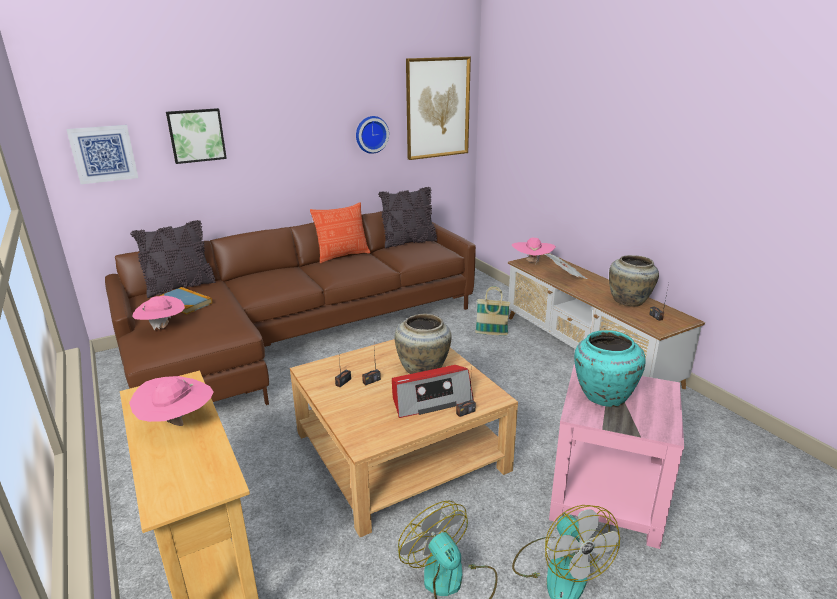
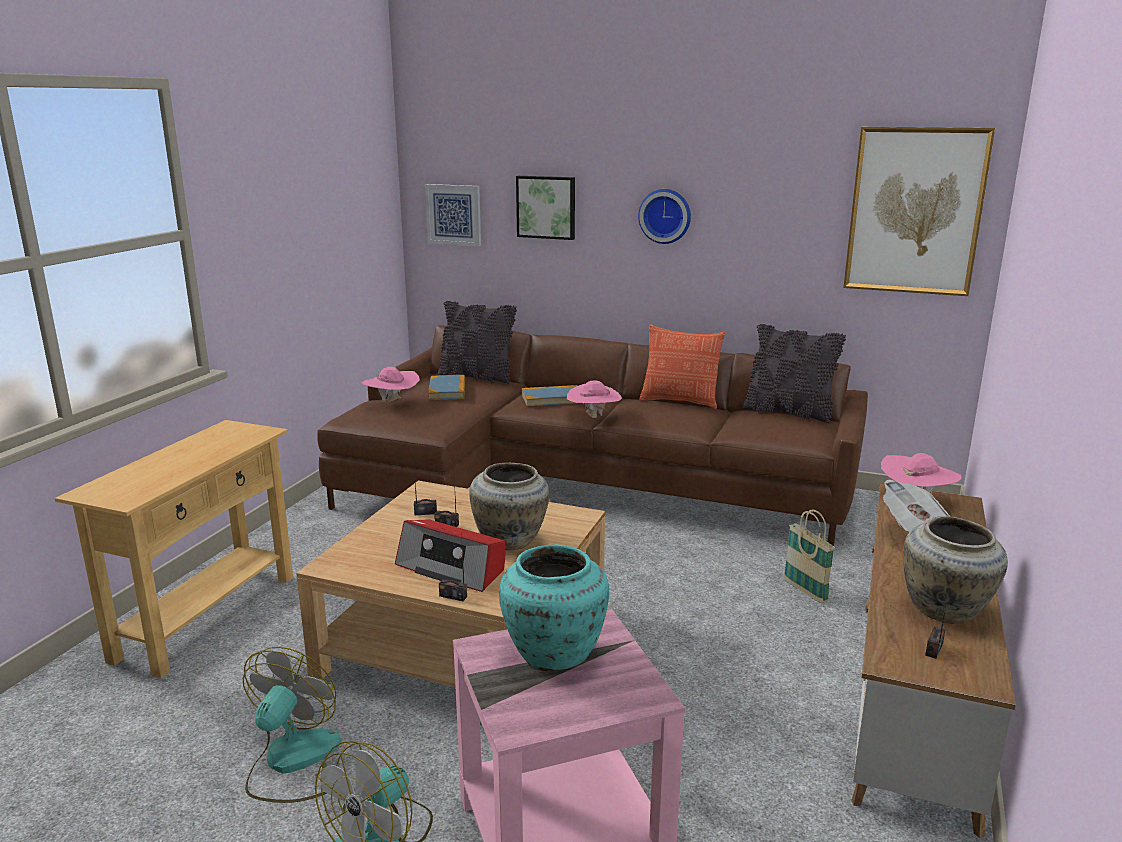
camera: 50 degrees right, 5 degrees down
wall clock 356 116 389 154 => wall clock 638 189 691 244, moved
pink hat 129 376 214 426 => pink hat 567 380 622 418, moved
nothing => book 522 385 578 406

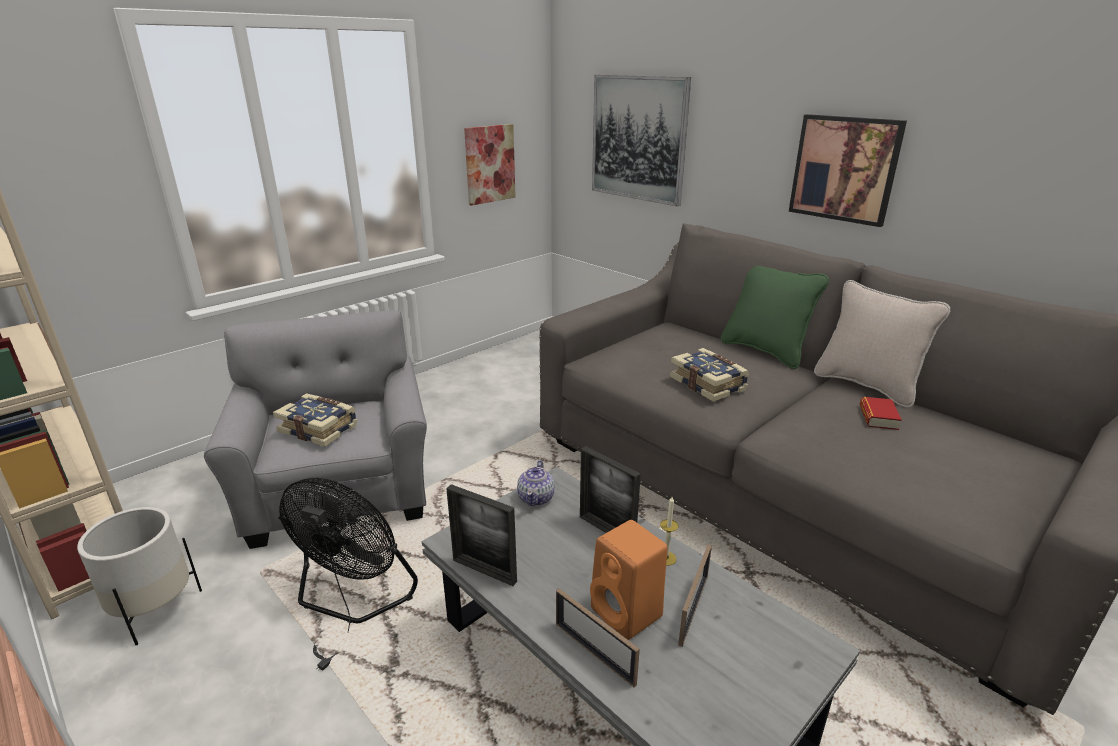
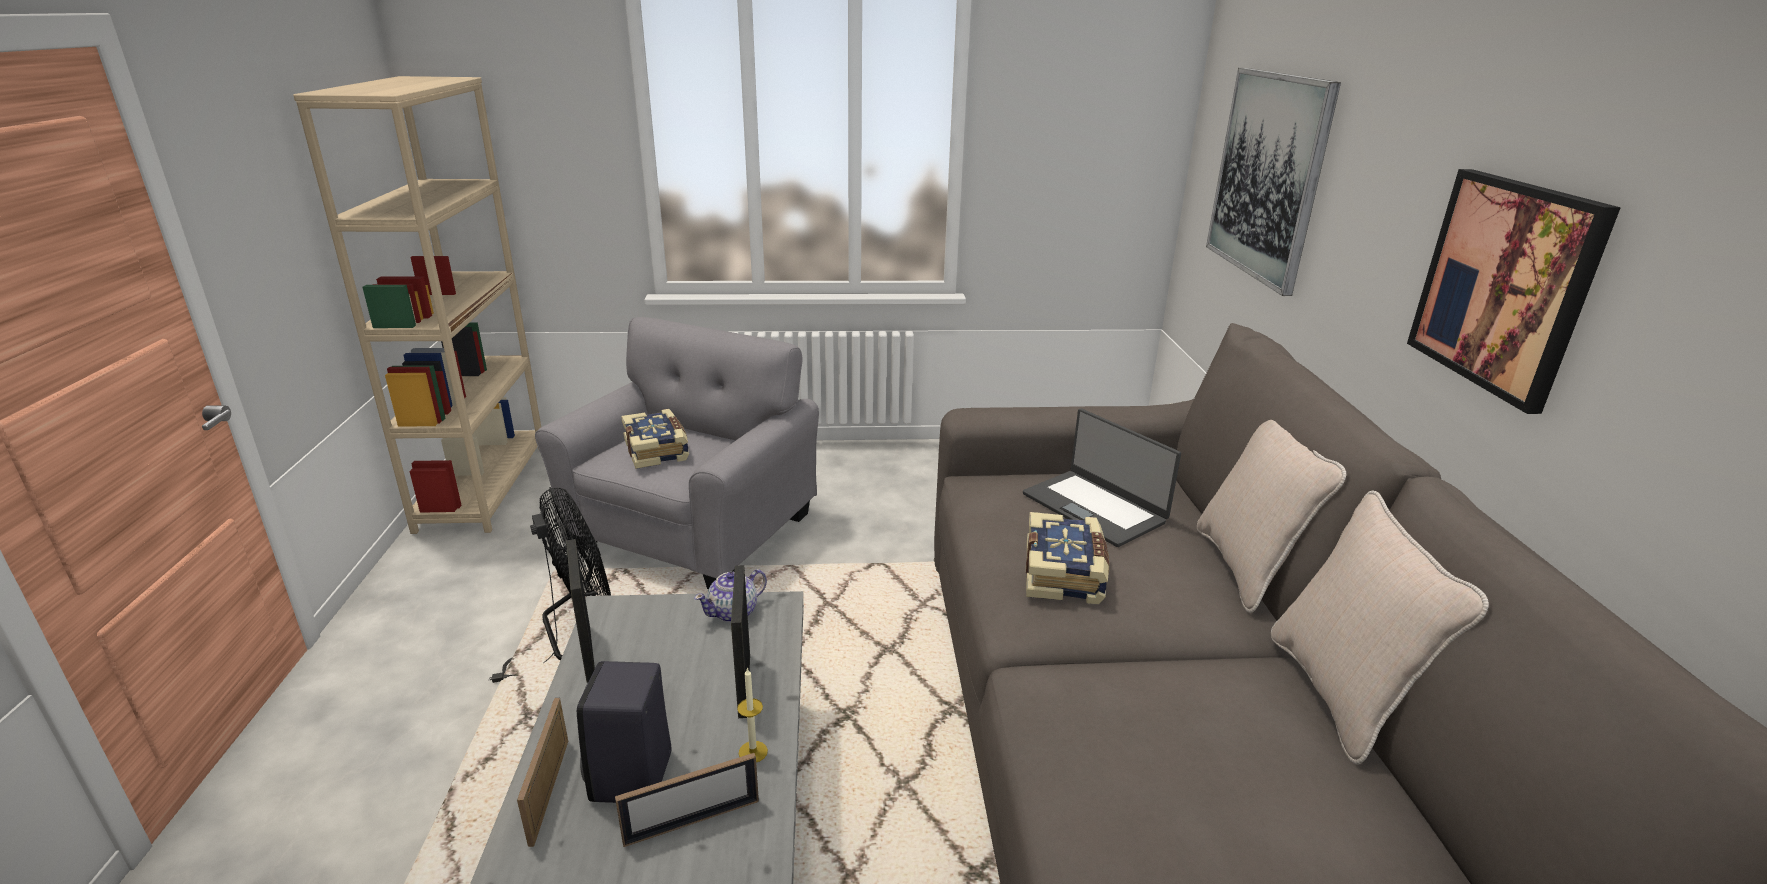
camera: 40 degrees right, 0 degrees up
picture 464 124 516 206 => nothing
green pillow 721 266 829 369 => beige pillow 1197 420 1346 613
book 860 397 902 430 => nothing
white planter 77 507 202 645 => nothing
orange speaker 590 520 668 640 => black speaker 577 661 672 803
nothing => laptop 1023 408 1181 547

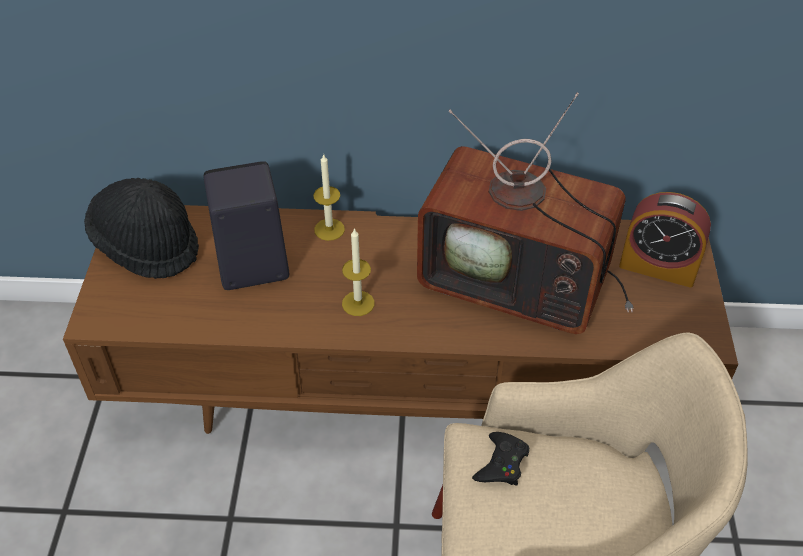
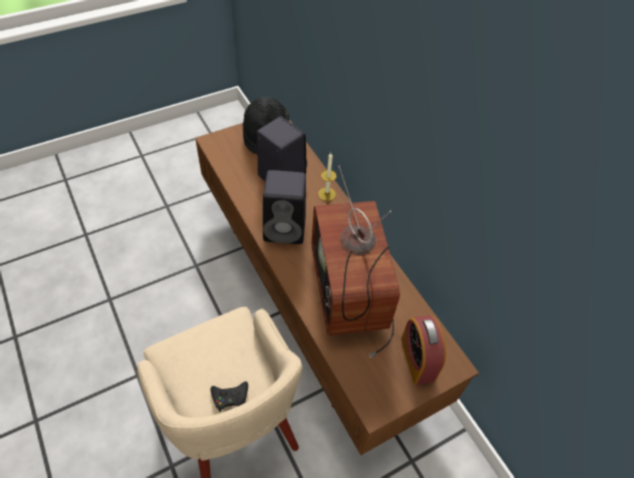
camera: 55 degrees right, 5 degrees up
candle 342 228 375 316 => black speaker 263 170 306 244
black game controller 472 432 529 486 => black game controller 210 381 248 412, moved

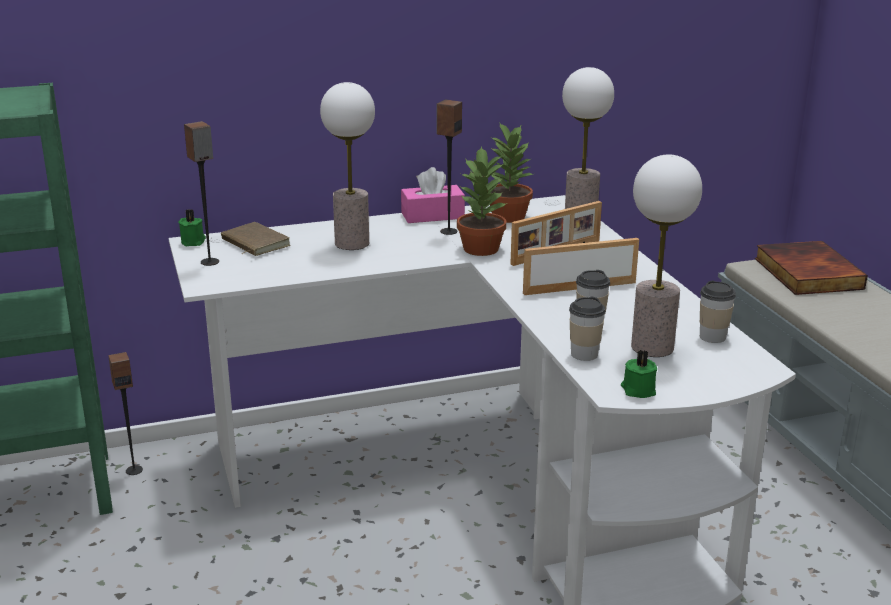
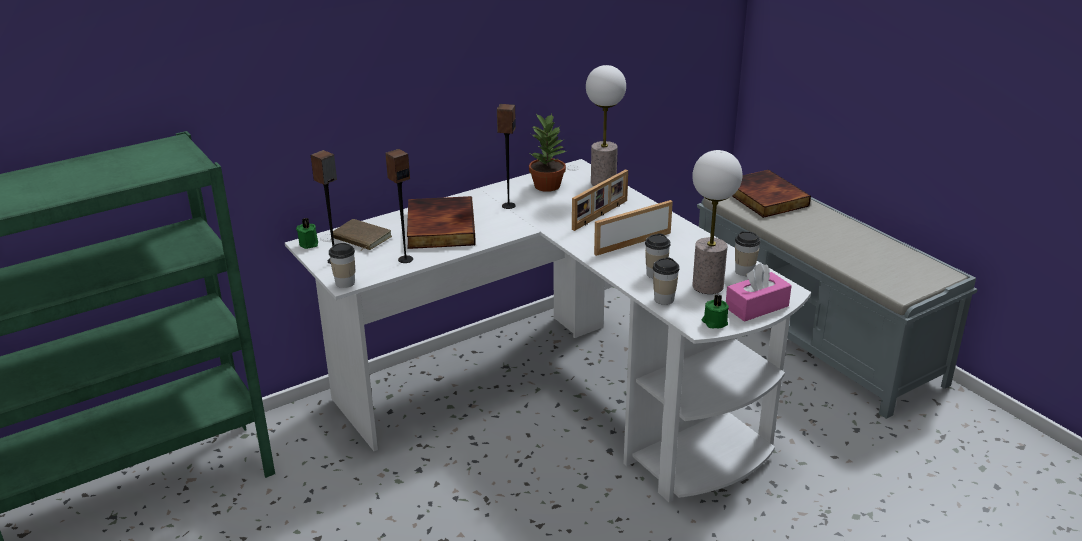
camera: 15 degrees left, 5 degrees up
table lamp 320 82 375 250 => book 407 196 476 249
potted plant 457 146 507 256 => nothing
pink tissue box 401 167 465 223 => pink tissue box 726 263 792 322, moved
speaker 108 352 143 475 => speaker 385 149 413 263, moved
nothing => cup 329 243 355 288

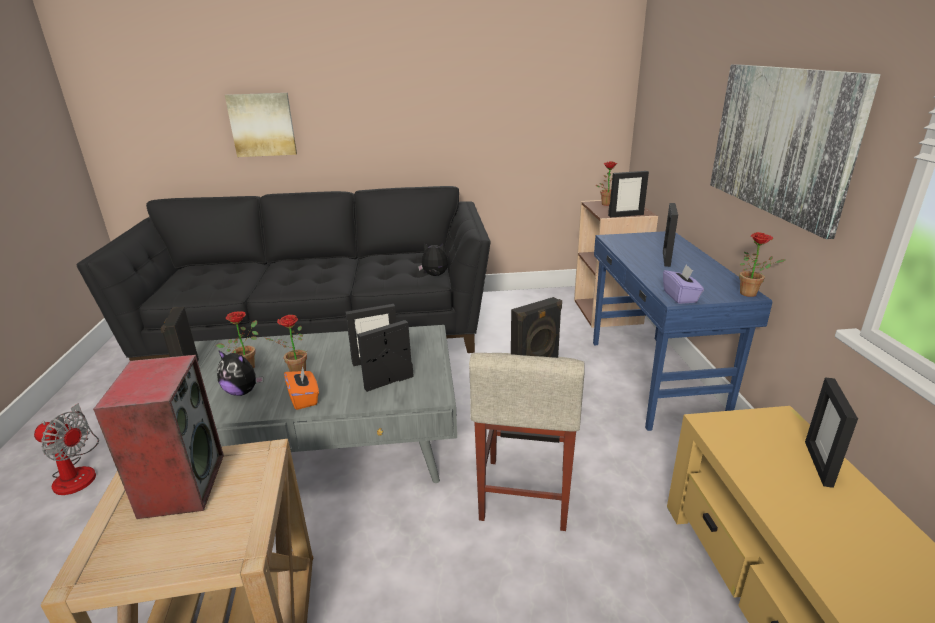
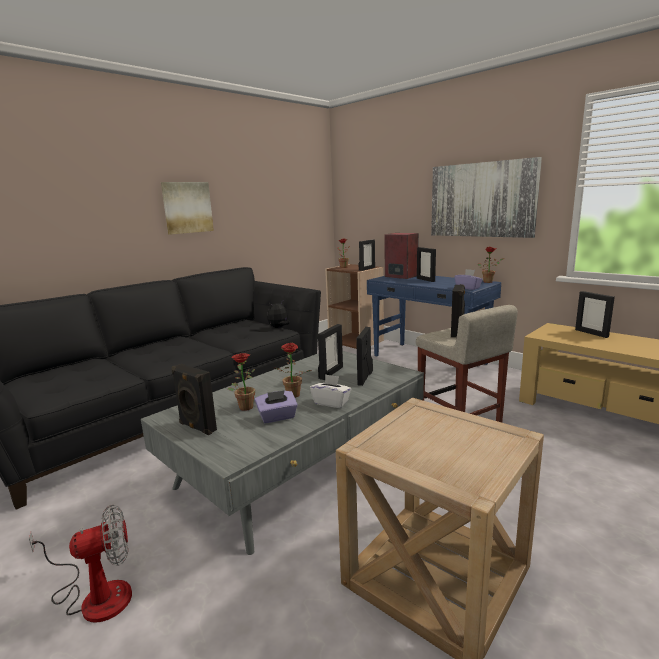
camera: 40 degrees left, 10 degrees down
picture 225 93 297 157 => picture 161 182 214 235, moved
plush toy 217 350 263 396 => purple tissue box 255 390 298 423
speaker 93 355 224 519 => speaker 384 233 419 279, moved
orange tissue box 284 366 319 410 => white tissue box 310 374 351 408

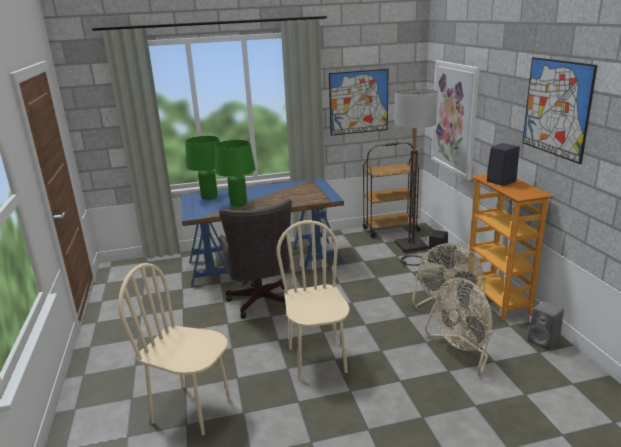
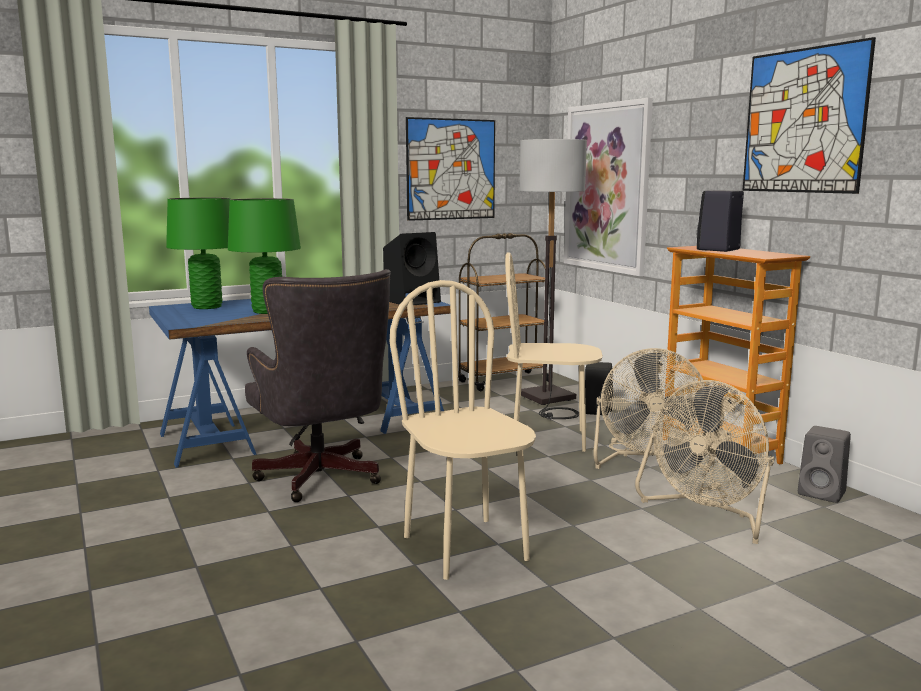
camera: 15 degrees left, 10 degrees down
beige chair 118 263 231 436 => beige chair 505 252 603 452, moved
nothing => black speaker 383 232 441 306

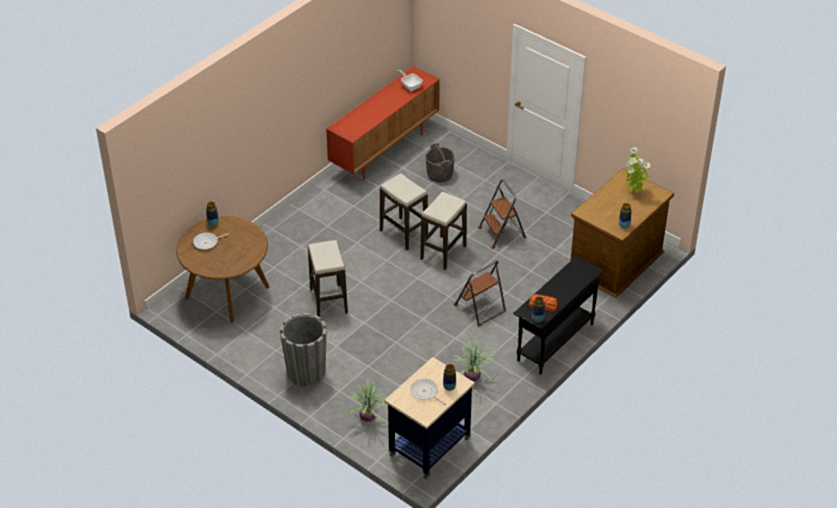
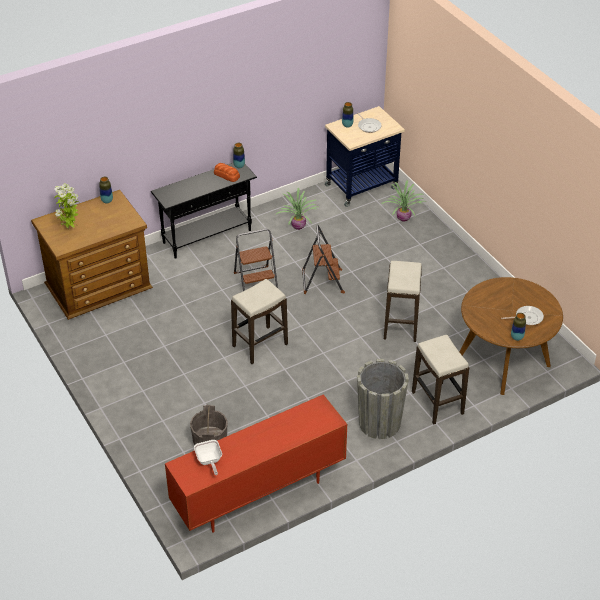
camera: 160 degrees left, 0 degrees up
stool 380 173 428 250 => stool 412 335 469 424, moved
brown step ladder 478 179 526 249 => brown step ladder 302 225 345 294, moved
grey planter 280 313 327 387 => grey planter 357 359 409 439, moved

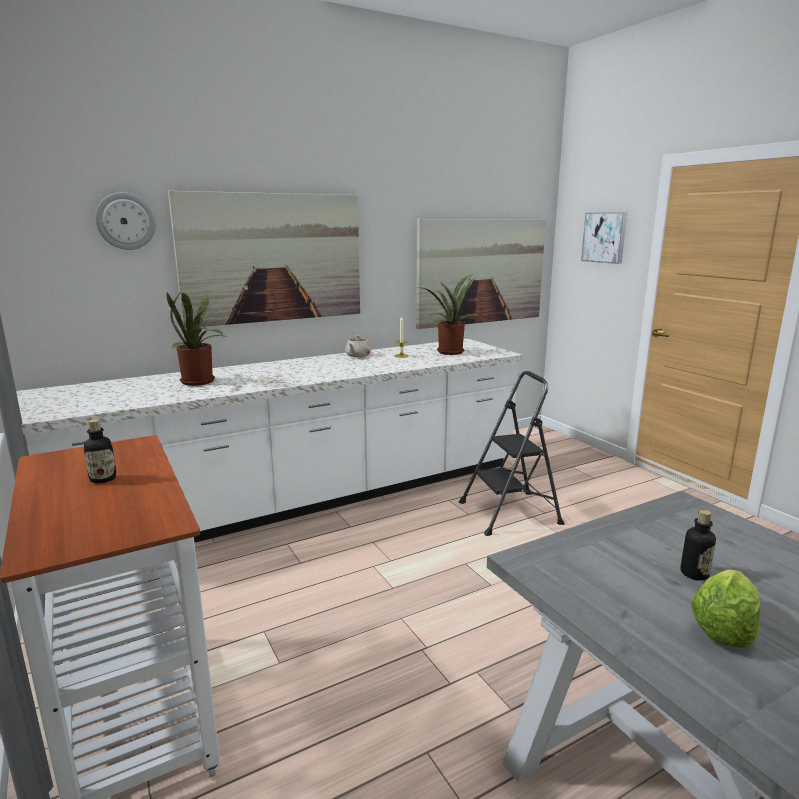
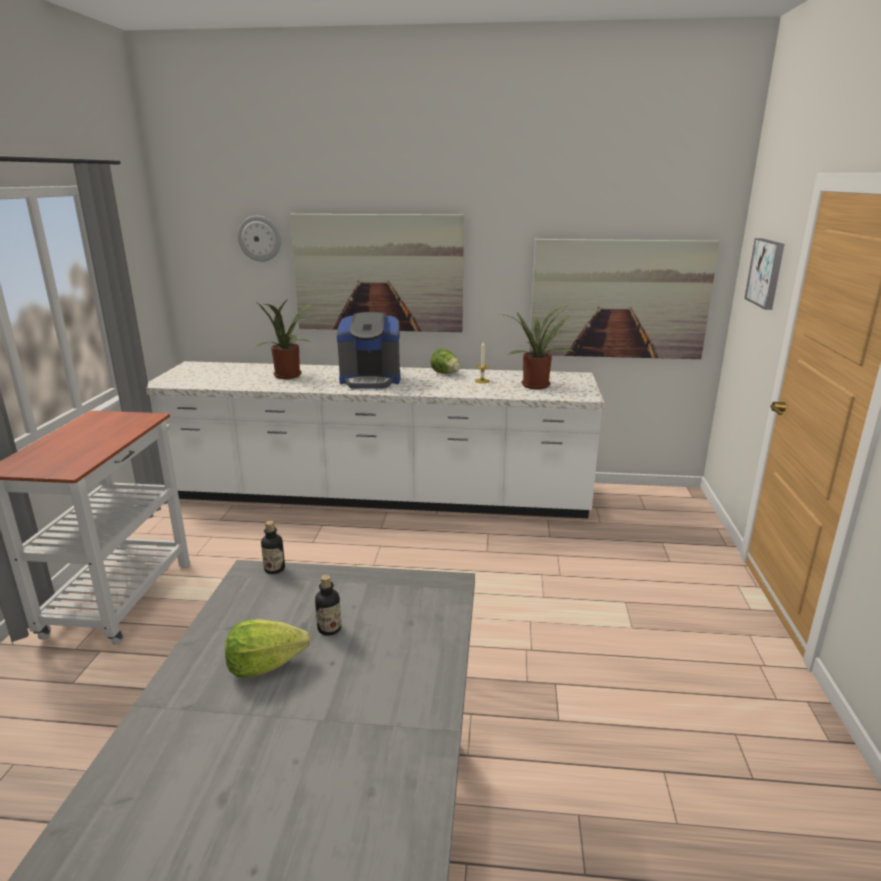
camera: 35 degrees right, 5 degrees up
beige teapot 345 335 371 357 => lettuce 430 349 461 374
black step ladder 459 371 565 536 => nothing
bottle 84 419 116 484 => bottle 261 521 285 574, moved
nothing => coffee machine 337 312 400 389

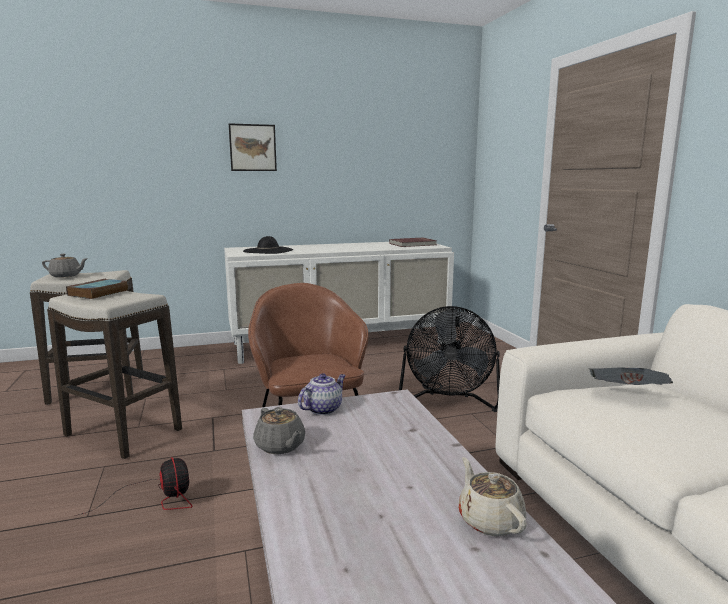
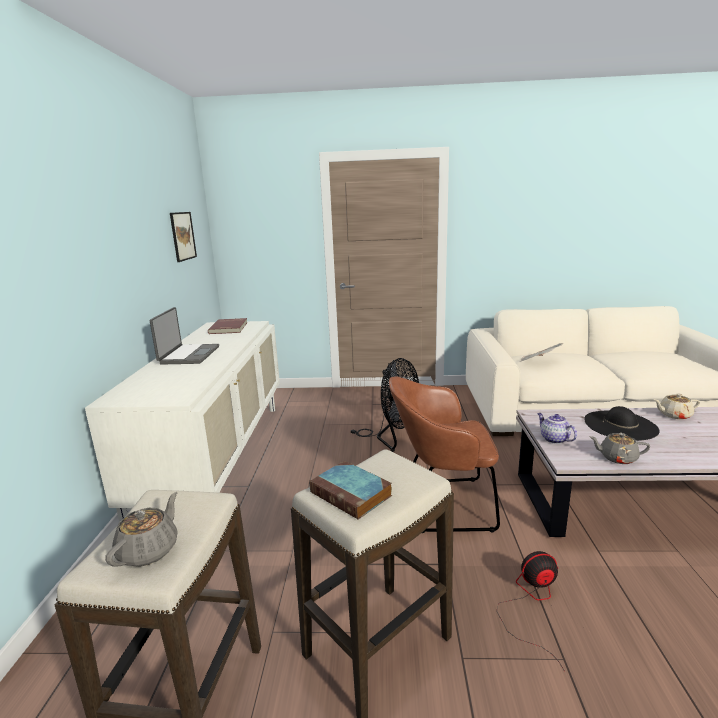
camera: 70 degrees left, 5 degrees up
picture 229 123 277 171 => picture 170 212 197 262, moved
black hat 243 236 293 254 => black hat 584 406 660 441, moved
grey teapot 253 407 305 454 => grey teapot 589 433 650 464, 150 degrees counterclockwise
nothing => laptop 150 307 219 365

